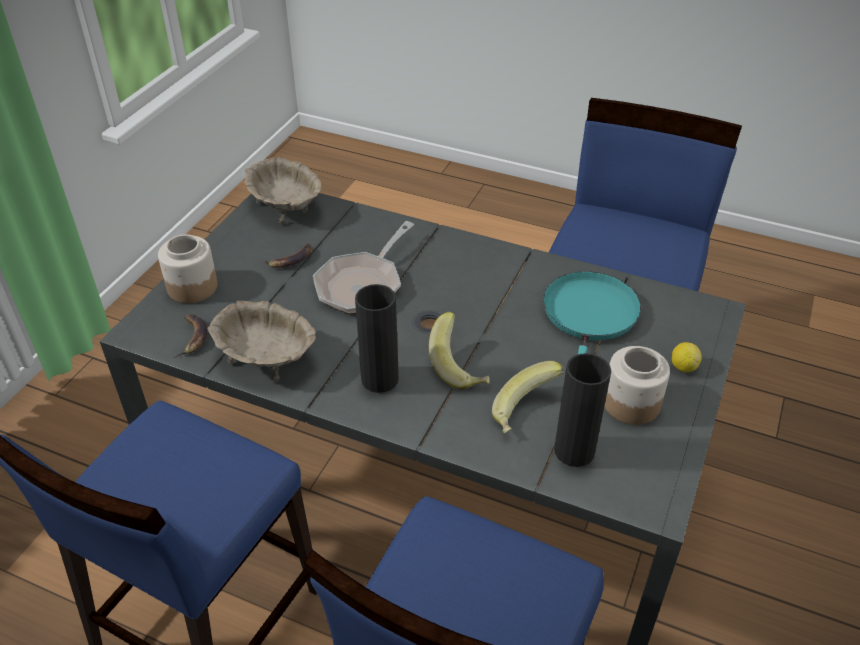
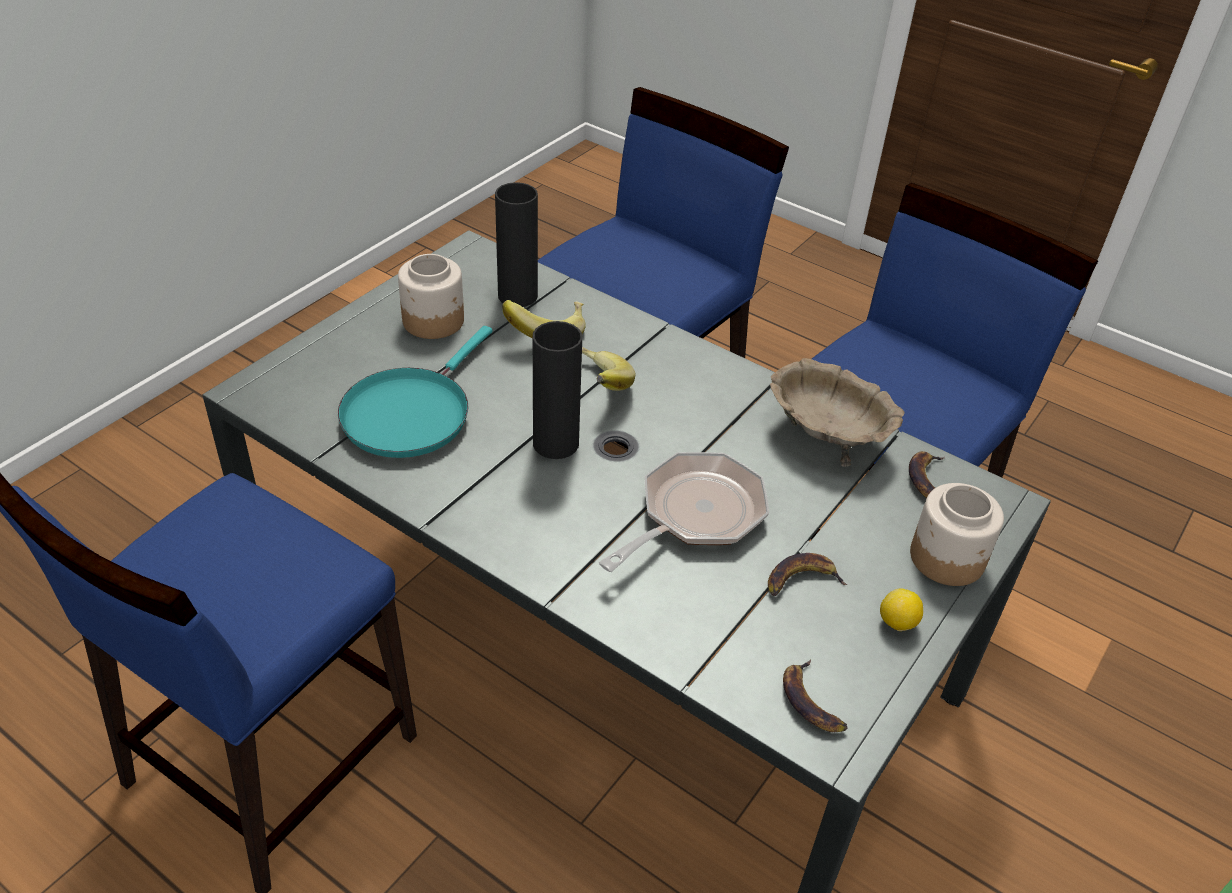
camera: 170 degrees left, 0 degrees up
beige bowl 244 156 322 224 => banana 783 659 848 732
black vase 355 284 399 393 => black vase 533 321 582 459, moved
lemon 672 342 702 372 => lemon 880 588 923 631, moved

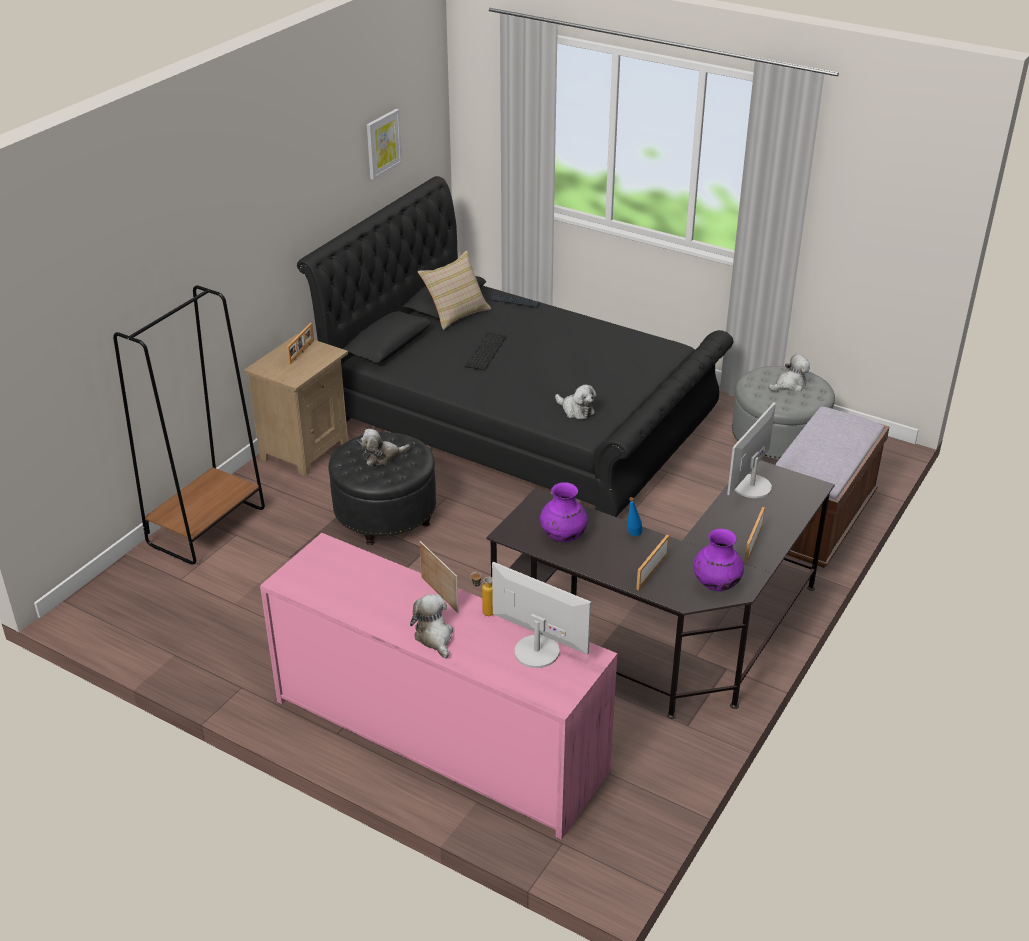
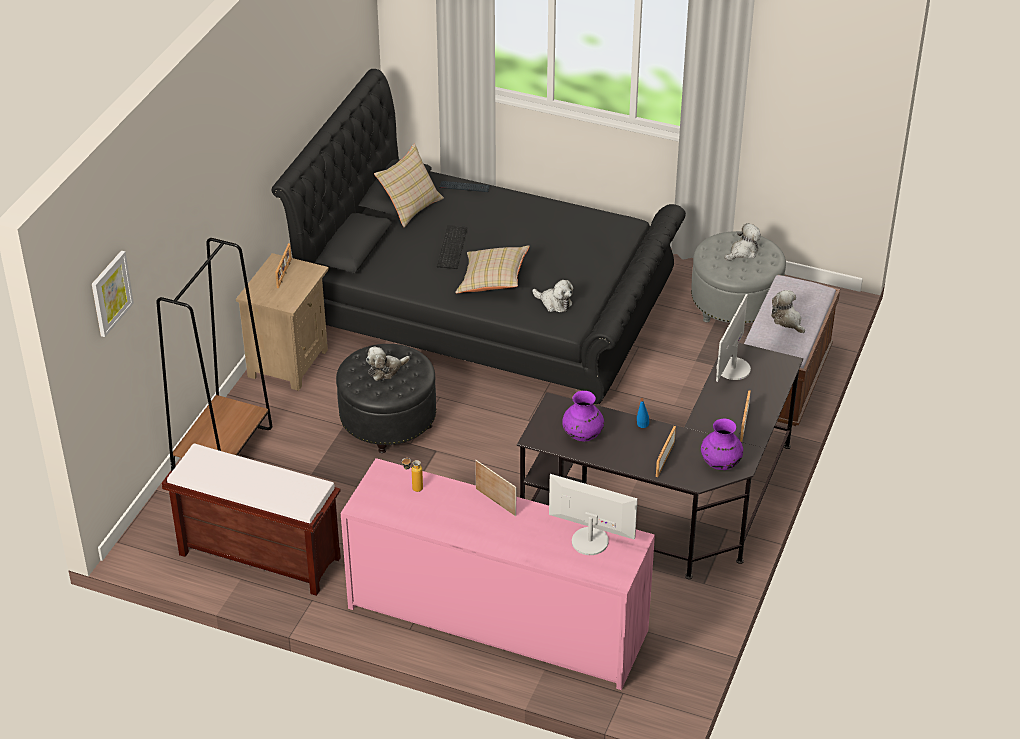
camera: 10 degrees left, 5 degrees up
picture 367 109 402 180 => picture 92 251 134 337, moved
bottle 471 572 494 616 => bottle 402 458 423 492, moved
plush toy 410 595 453 658 => plush toy 771 290 805 333, moved
nothing => beige pillow 455 245 529 293
nothing => brown bench 162 443 341 596

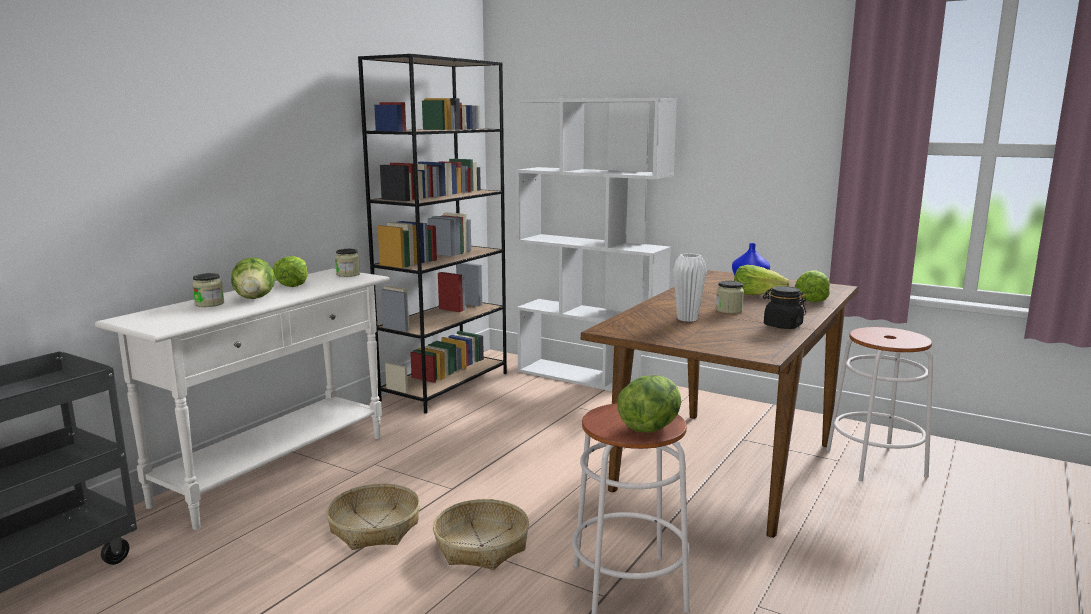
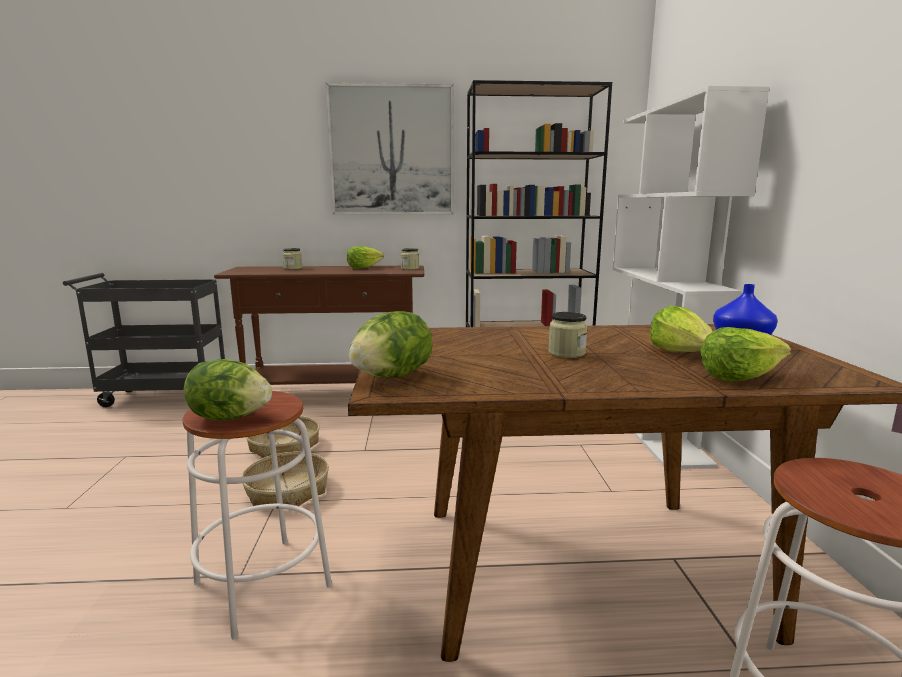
camera: 55 degrees right, 0 degrees up
white vase 673 254 707 322 => nothing
lettuce 231 257 275 299 => lettuce 349 311 433 378, moved
white console table 95 269 390 530 => brown console table 214 265 425 385
black jar 763 286 806 329 => nothing
nothing => picture 326 83 454 215

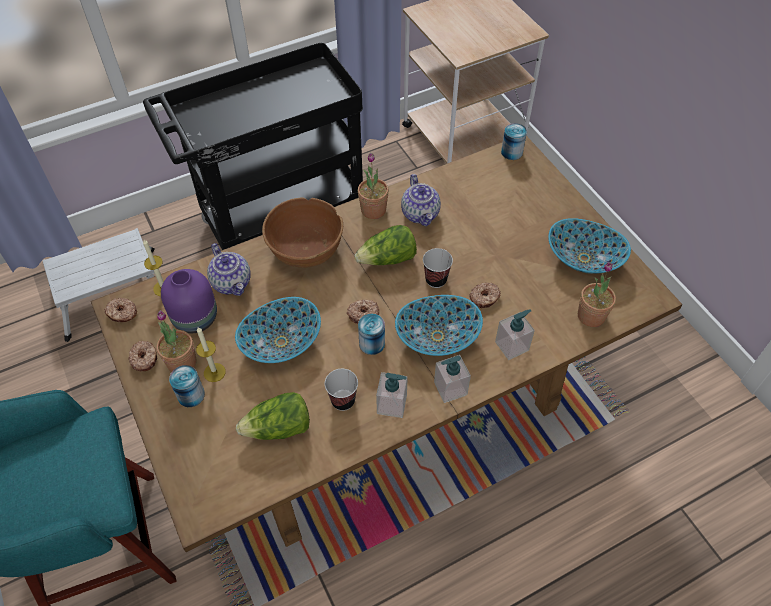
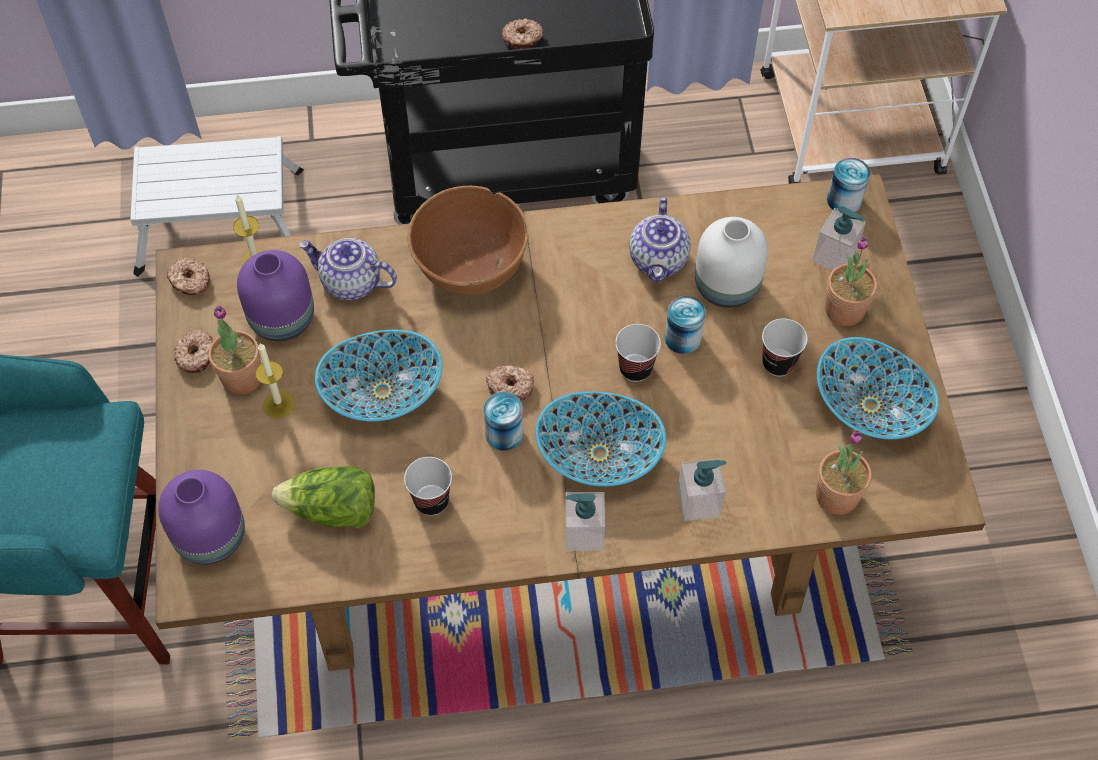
camera: 20 degrees right, 5 degrees up
potted plant 358 153 389 219 => potted plant 825 236 877 326, moved
lettuce 354 225 417 265 => nothing
teapot 207 243 251 296 => teapot 299 238 397 300, 120 degrees clockwise
donut 469 283 501 308 => donut 502 19 543 49, moved
can 169 365 205 407 => can 665 296 705 354, moved
soap dispenser 376 372 408 418 => soap dispenser 812 206 866 271, moved
nothing => white vase 695 217 768 308
nothing => cup 762 319 808 376
nothing => purple vase 158 470 245 565

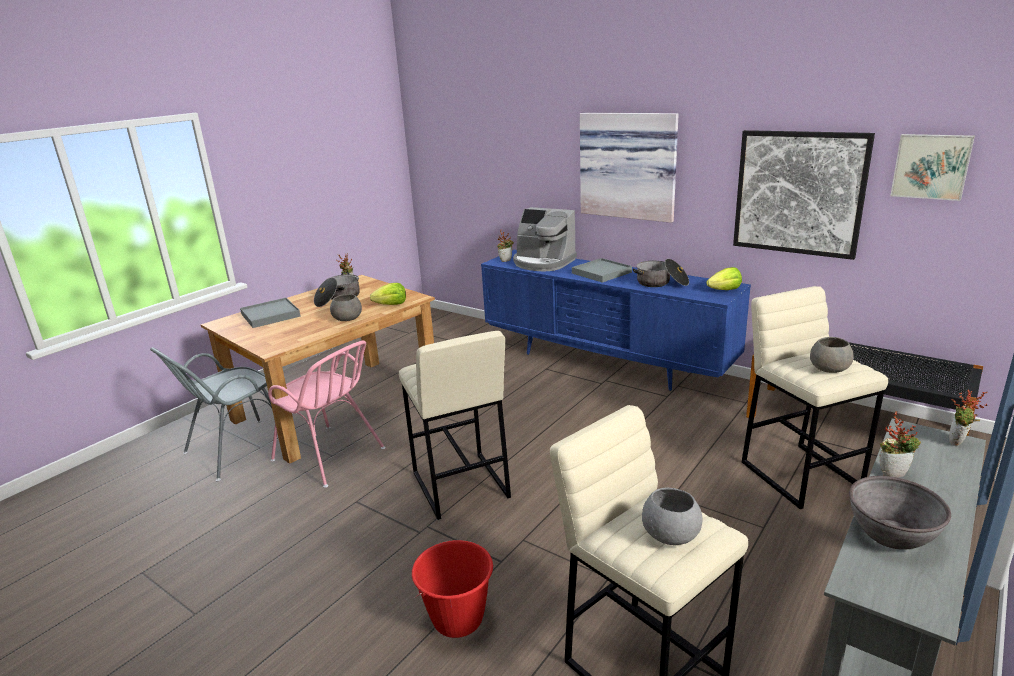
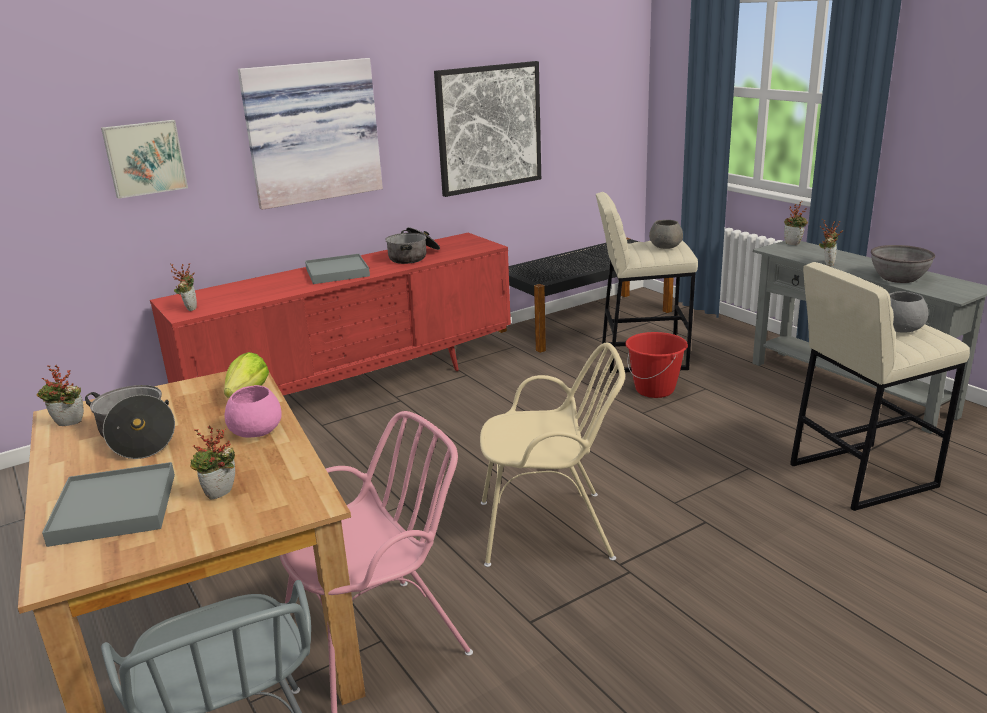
camera: 70 degrees left, 0 degrees up
picture 890 134 975 201 => picture 101 120 188 199, moved
coffee machine 513 207 577 272 => nothing
blue cabinet 481 250 751 391 => red cabinet 150 233 511 395
lettuce 706 267 742 290 => nothing
grey bowl 330 294 362 321 => pink bowl 224 385 282 437
beige stool 399 331 511 520 => beige chair 480 343 625 567
red bucket 412 540 493 638 => red bucket 625 332 688 398, moved
nothing => potted plant 190 425 235 499

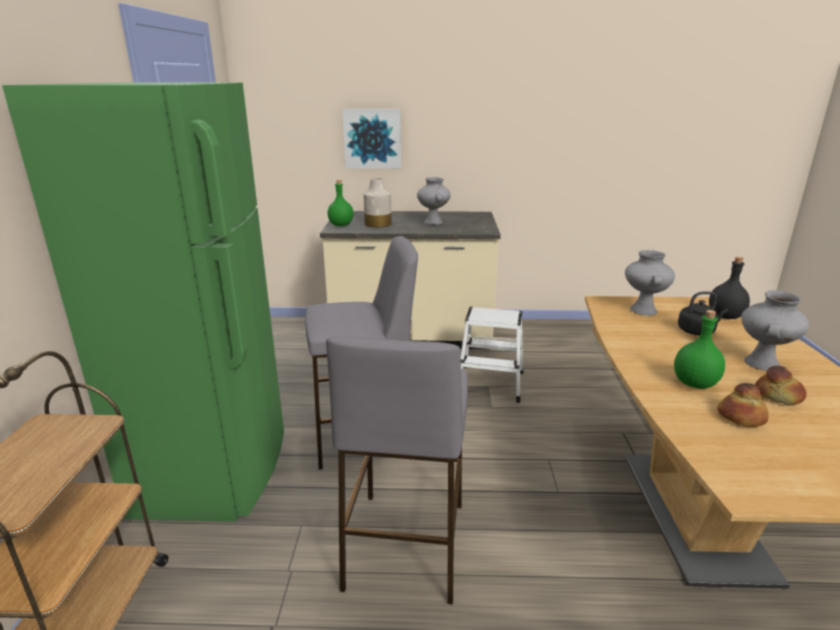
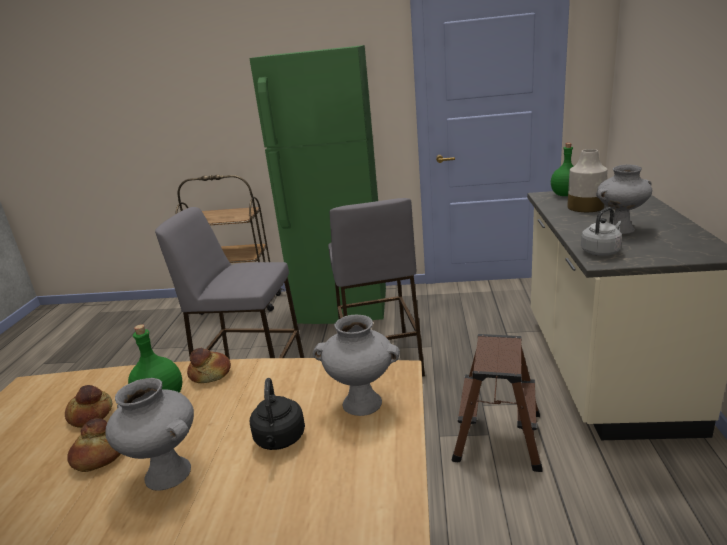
camera: 95 degrees right, 0 degrees up
picture 342 109 402 169 => nothing
black bottle 709 257 750 319 => nothing
white step ladder 461 307 523 403 => brown step ladder 452 334 543 472
nothing => grey kettle 581 207 622 256
nothing => bread 187 348 231 383

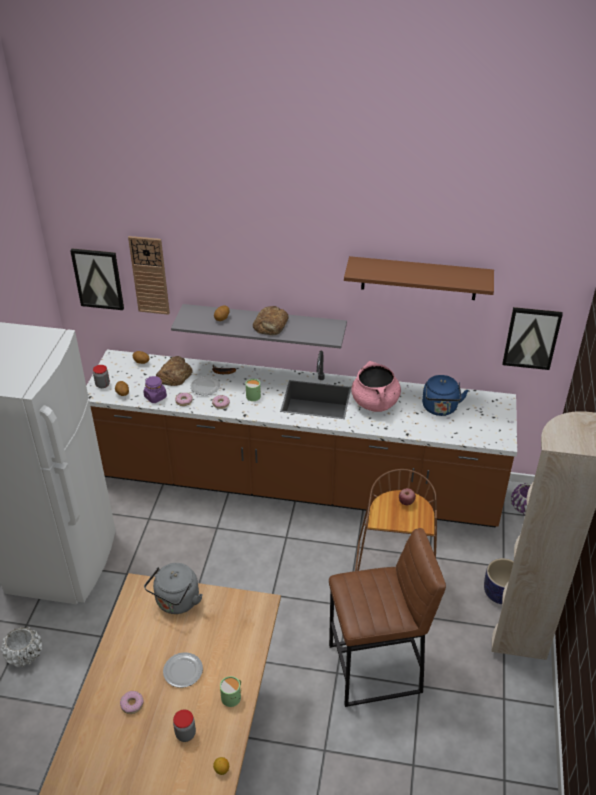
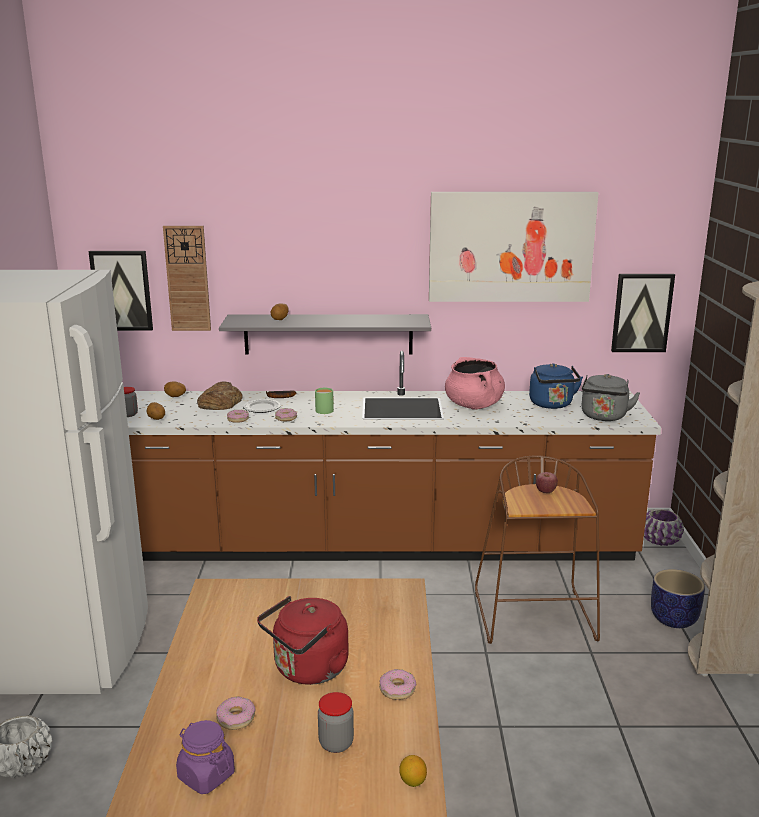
camera: 10 degrees left, 20 degrees down
brown shelf 344 256 494 300 => picture 429 192 599 302
bread 253 306 289 335 => nothing
purple jar 143 376 167 403 => purple jar 176 720 235 794, moved
brown stool 329 528 446 707 => nothing
grey kettle 144 563 203 614 => grey kettle 582 374 640 421, moved
plate 163 652 203 688 => red kettle 257 596 349 685
green mug 220 676 241 707 => donut 379 669 416 700

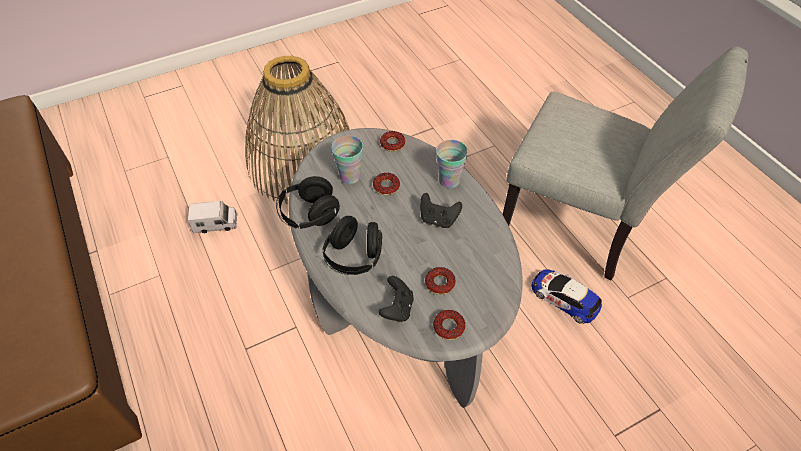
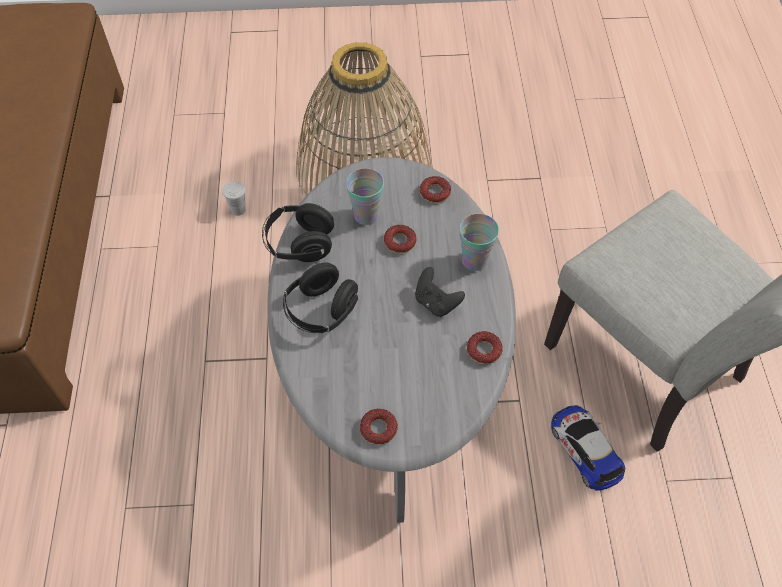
camera: 25 degrees right, 5 degrees up
toy truck 188 201 237 234 => white cup 222 181 246 216
donut 425 267 456 295 => donut 467 331 503 364, moved
black game controller 378 276 414 322 => nothing

